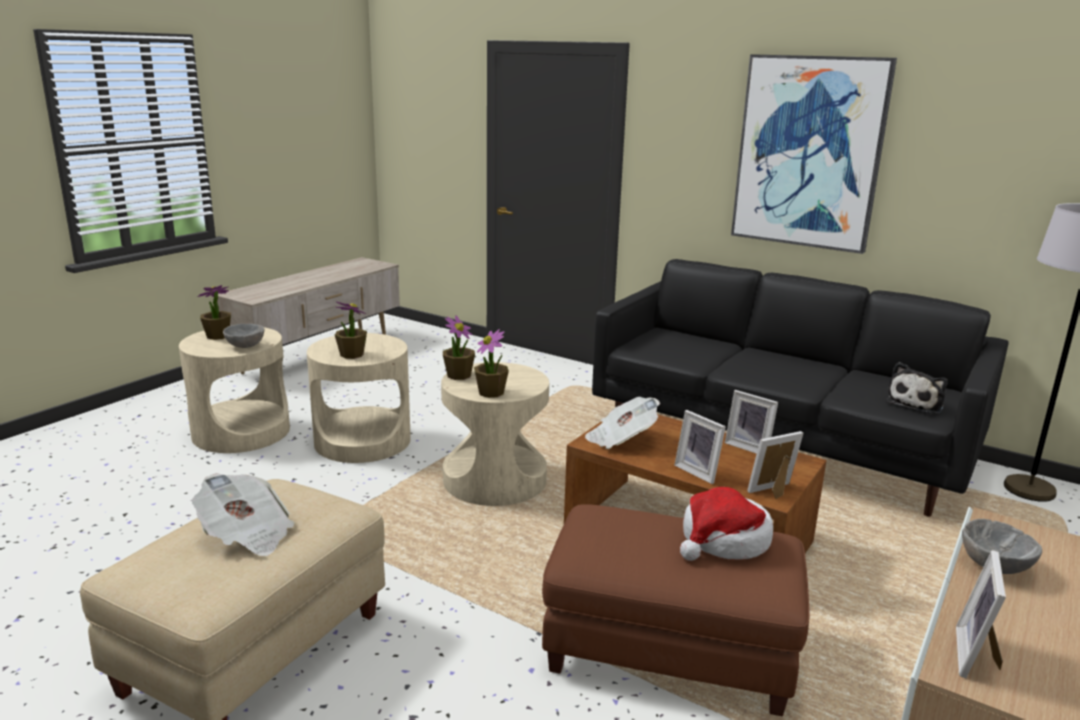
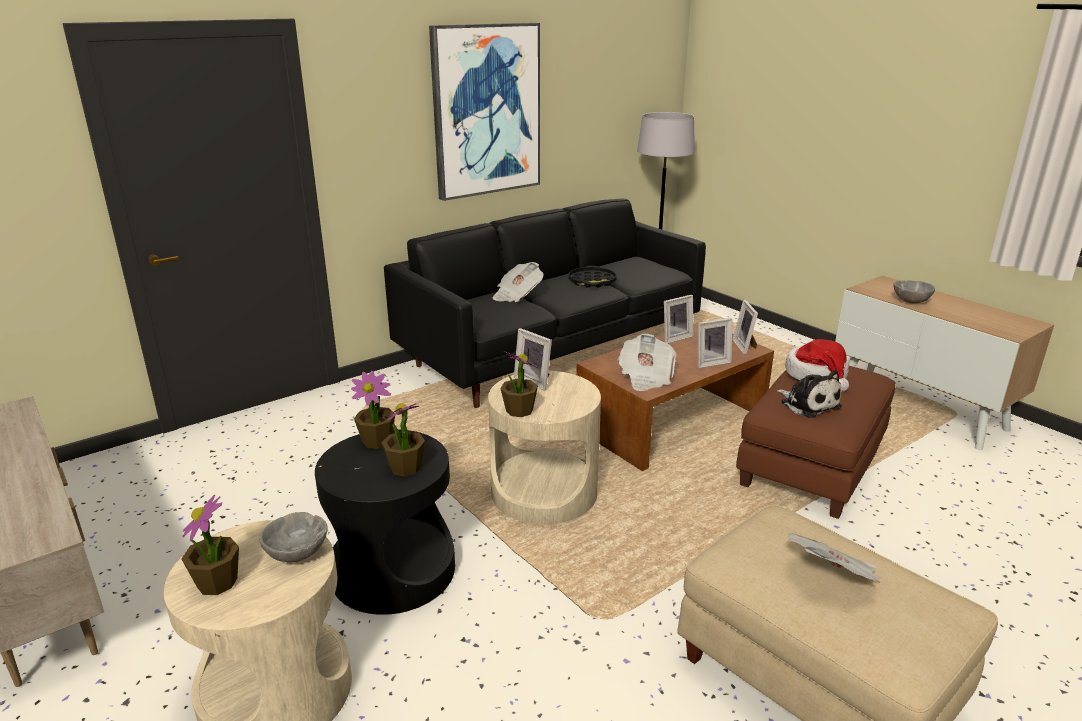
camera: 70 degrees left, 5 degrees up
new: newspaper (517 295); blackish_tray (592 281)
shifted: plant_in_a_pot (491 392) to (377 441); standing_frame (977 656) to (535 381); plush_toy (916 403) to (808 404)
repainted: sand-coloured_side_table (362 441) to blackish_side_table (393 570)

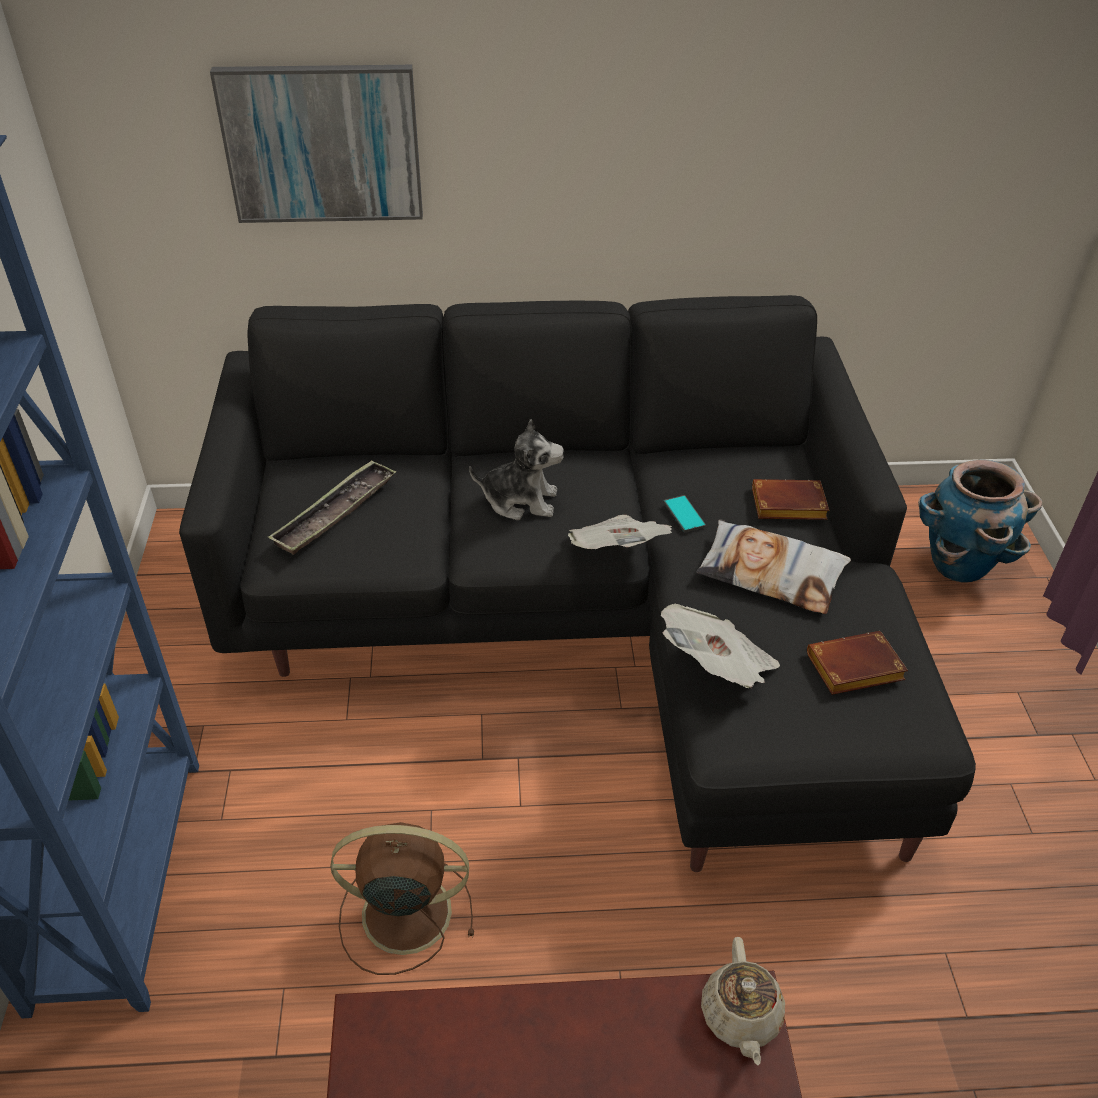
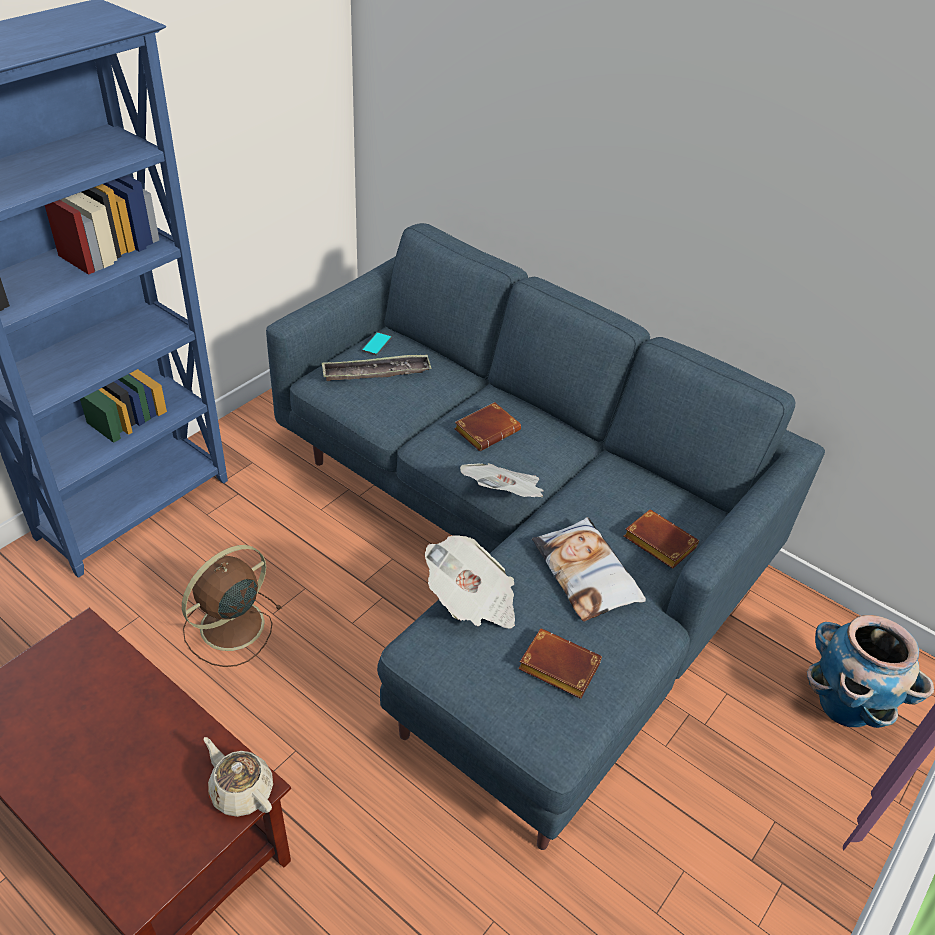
camera: 40 degrees right, 0 degrees up
gone: wall_picture (322 144)
shifted: phone (684 514) to (376 344)
swapped: plush_toy (520 500) to brownish_volume (487 430)
repainted: blackish_settee (586 625) to blue_settee (515 554)
rotated: brownish_electric_fan (402 913) = (229 627) 90 degrees counterclockwise; sand-coloured_teapot (740 1017) = (241 790) 90 degrees clockwise

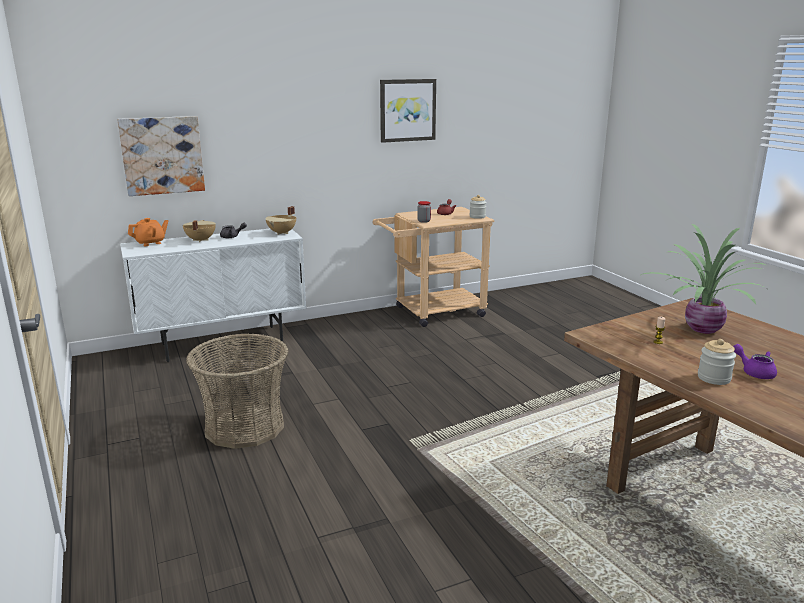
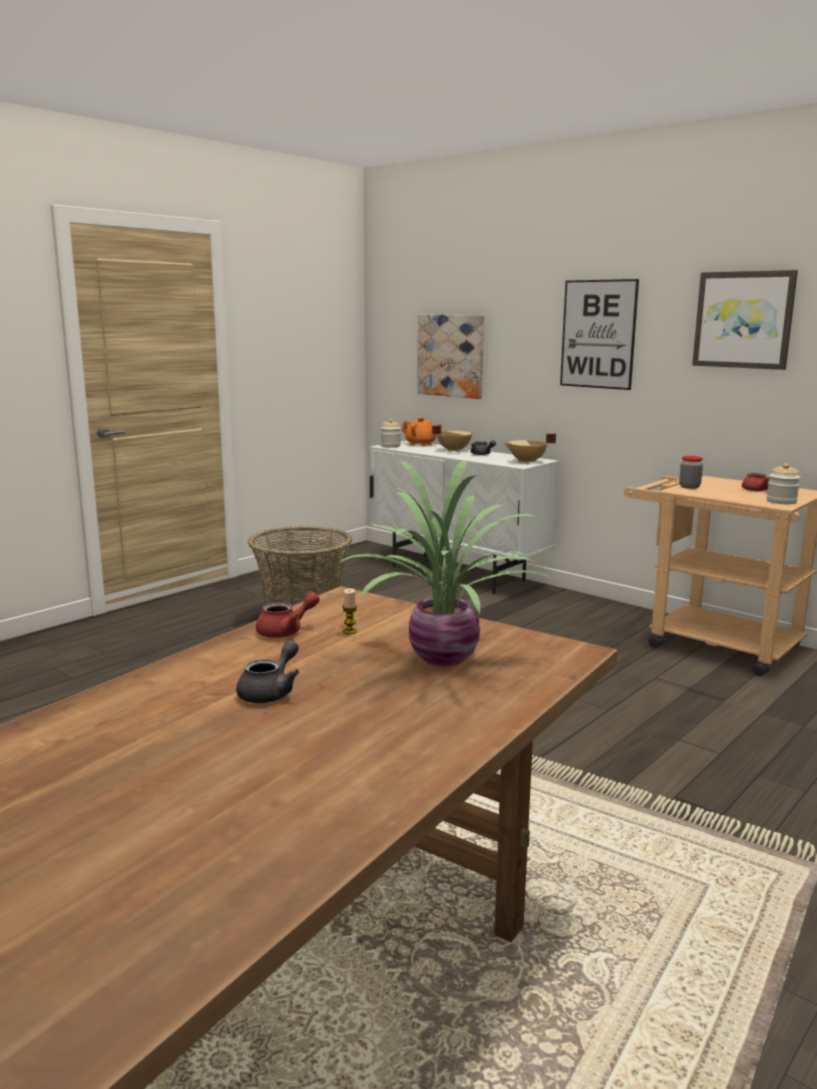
camera: 65 degrees right, 5 degrees down
new: red_teapot (286 631); wall_picture (598 334)
shifted: preserve_jar (714 378) to (390 446)
repainted: purplish_teapot (754 372) to gray_teapot (271 692)

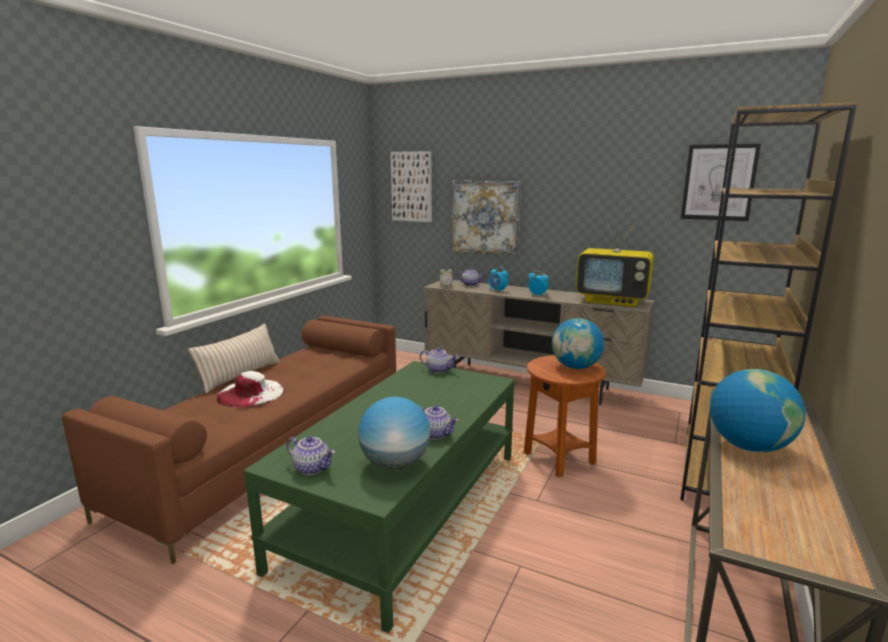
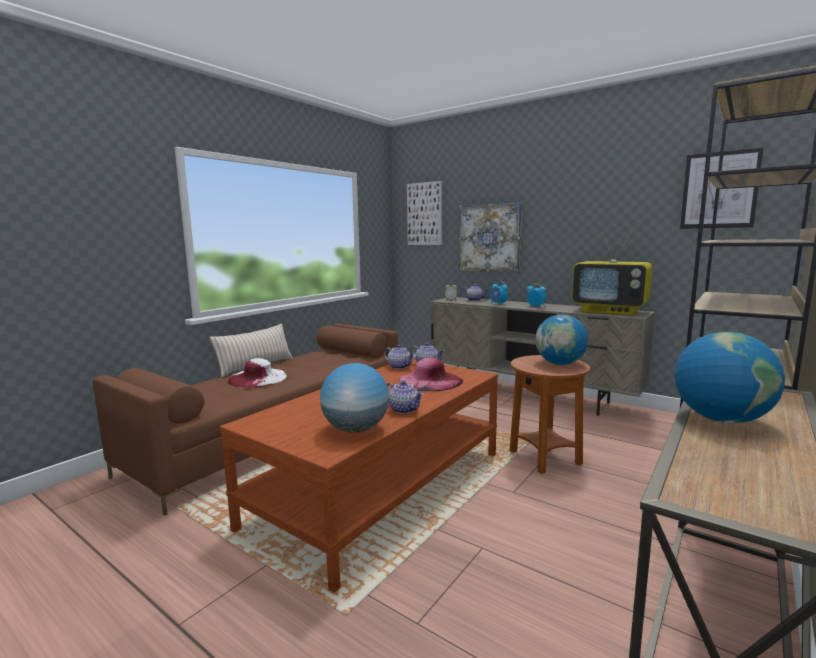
camera: 10 degrees right, 5 degrees down
new: pinkish_wearable_hat (430 380)
shifted: teapot (312 468) to (400 367)
repainted: green_coffee_table (405 507) to brownish_coffee_table (382 487)

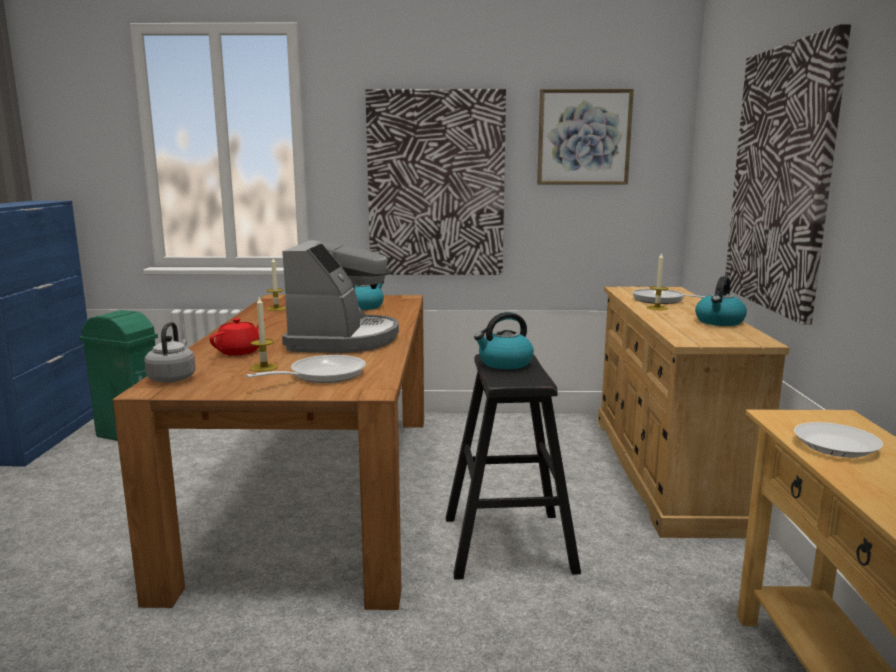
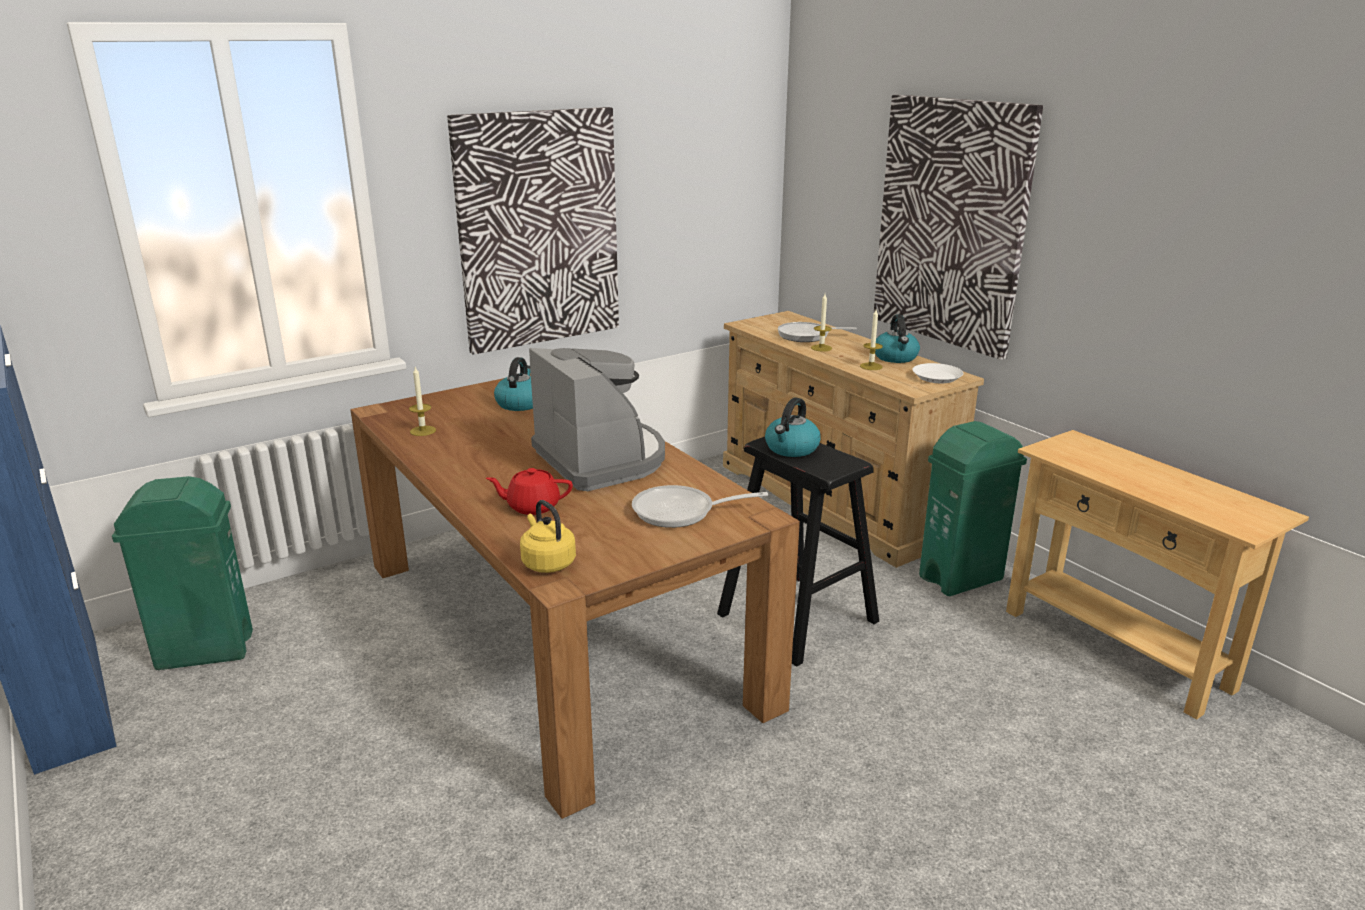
camera: 35 degrees left, 10 degrees up
gone: wall_picture (584 137)
new: green_waste_bin (962 578)
shifted: wax_light (264 367) to (871 366); white_dinner_plate (836 446) to (937 377)
repainted: gray_tea_kettle (173 378) to yellowish_tea_kettle (547 562)
rotated: red_teapot (240 351) = (532 506) 90 degrees counterclockwise; frying_pan (321 375) = (681 512) 105 degrees counterclockwise

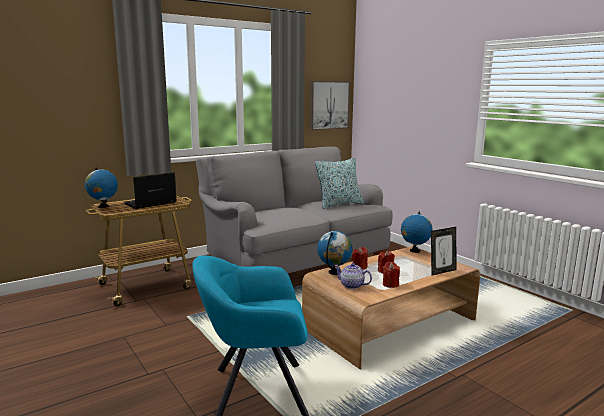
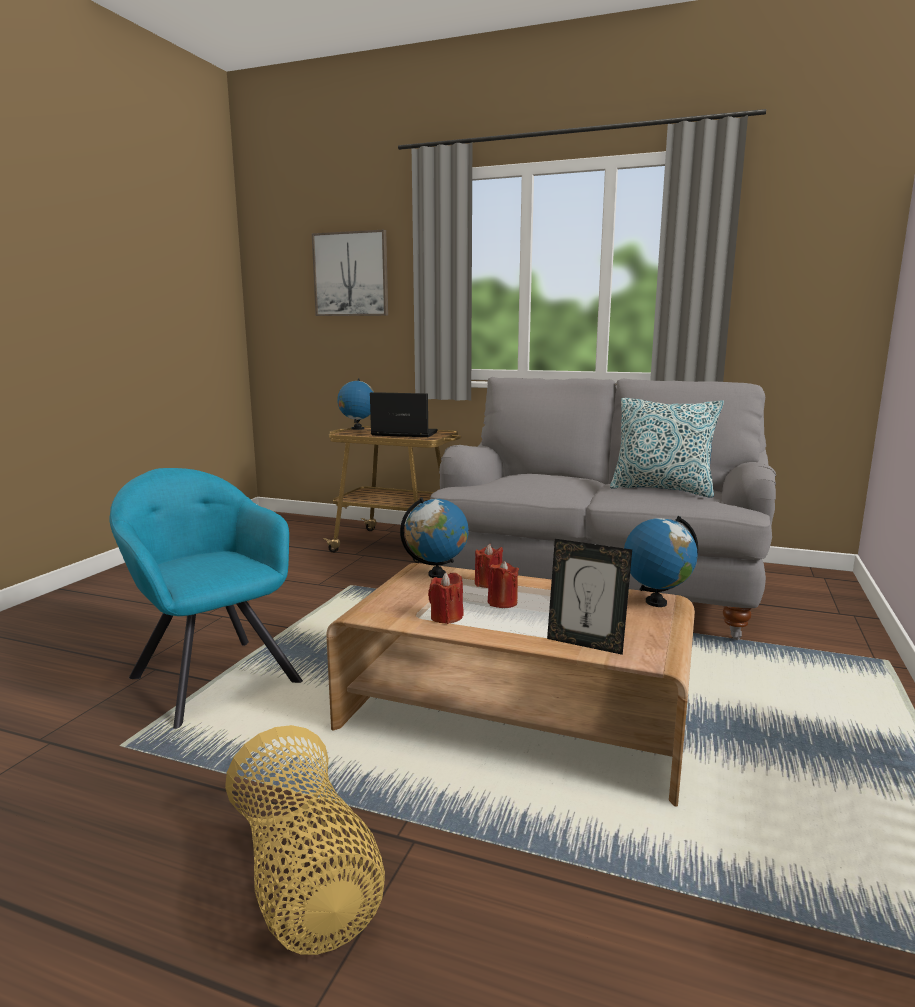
camera: 55 degrees right, 0 degrees up
gone: teapot (352 285)
new: household_basket (305 881)
shifted: wall_picture (329 105) to (351 274)

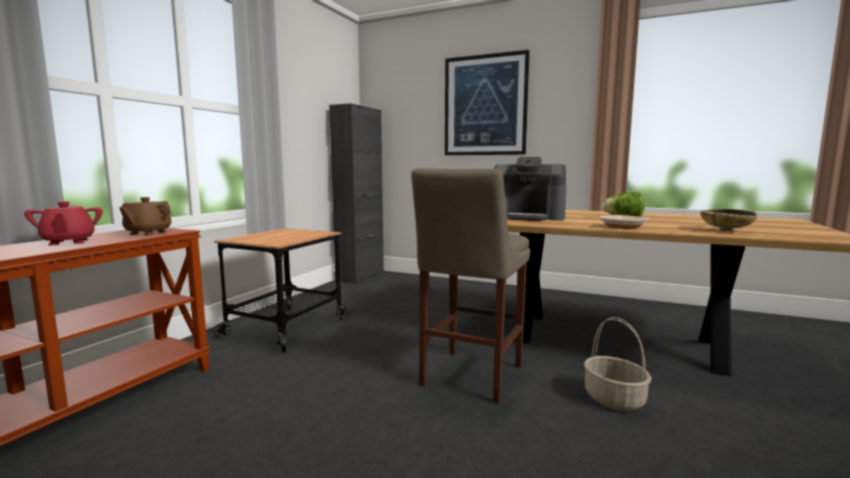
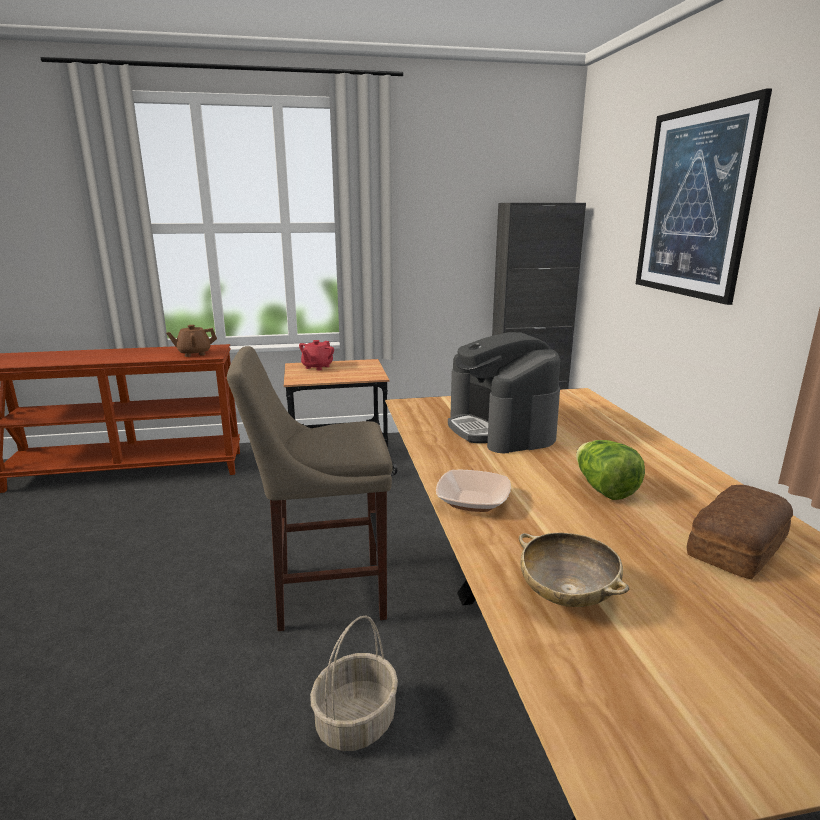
camera: 55 degrees right, 10 degrees up
new: baked_bread (734 546)
shifted: red_teapot (68 242) to (317 367)

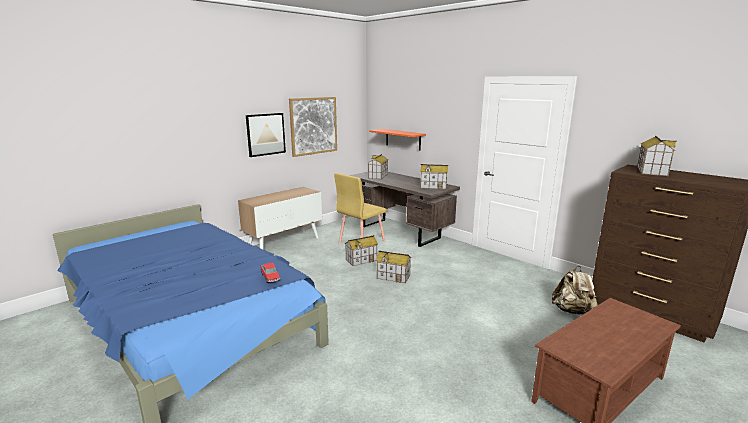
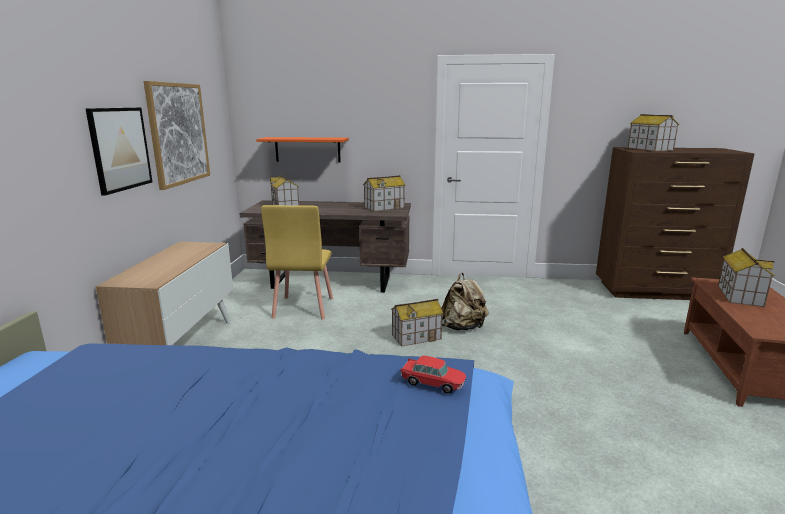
camera: 40 degrees left, 0 degrees up
shifted: sand-coloured_rucksack (572 311) to (463 327); toy_house (361 260) to (739 295)

